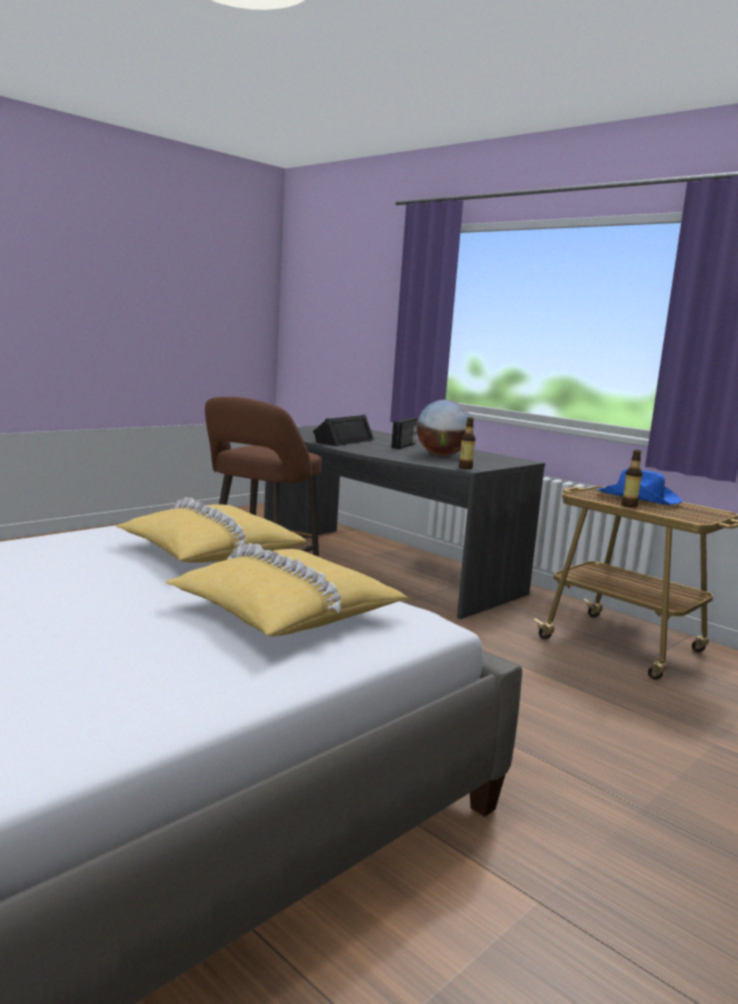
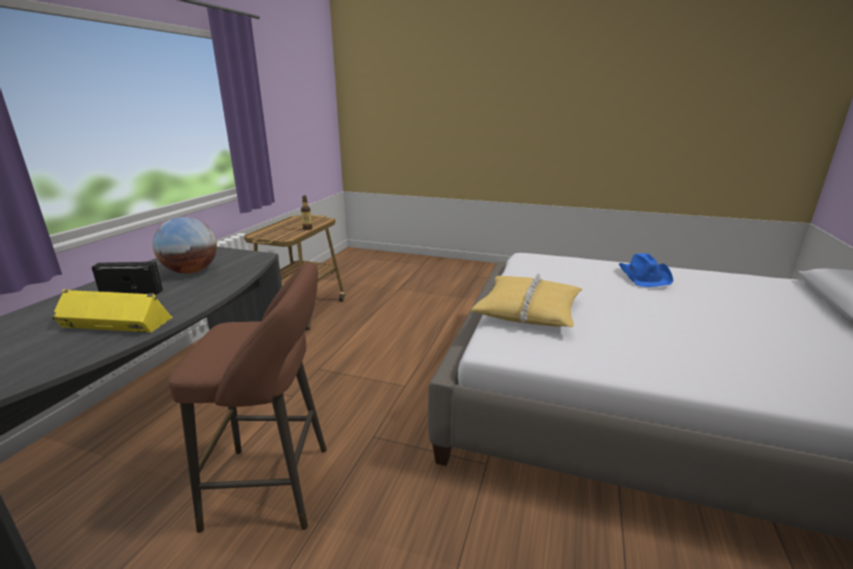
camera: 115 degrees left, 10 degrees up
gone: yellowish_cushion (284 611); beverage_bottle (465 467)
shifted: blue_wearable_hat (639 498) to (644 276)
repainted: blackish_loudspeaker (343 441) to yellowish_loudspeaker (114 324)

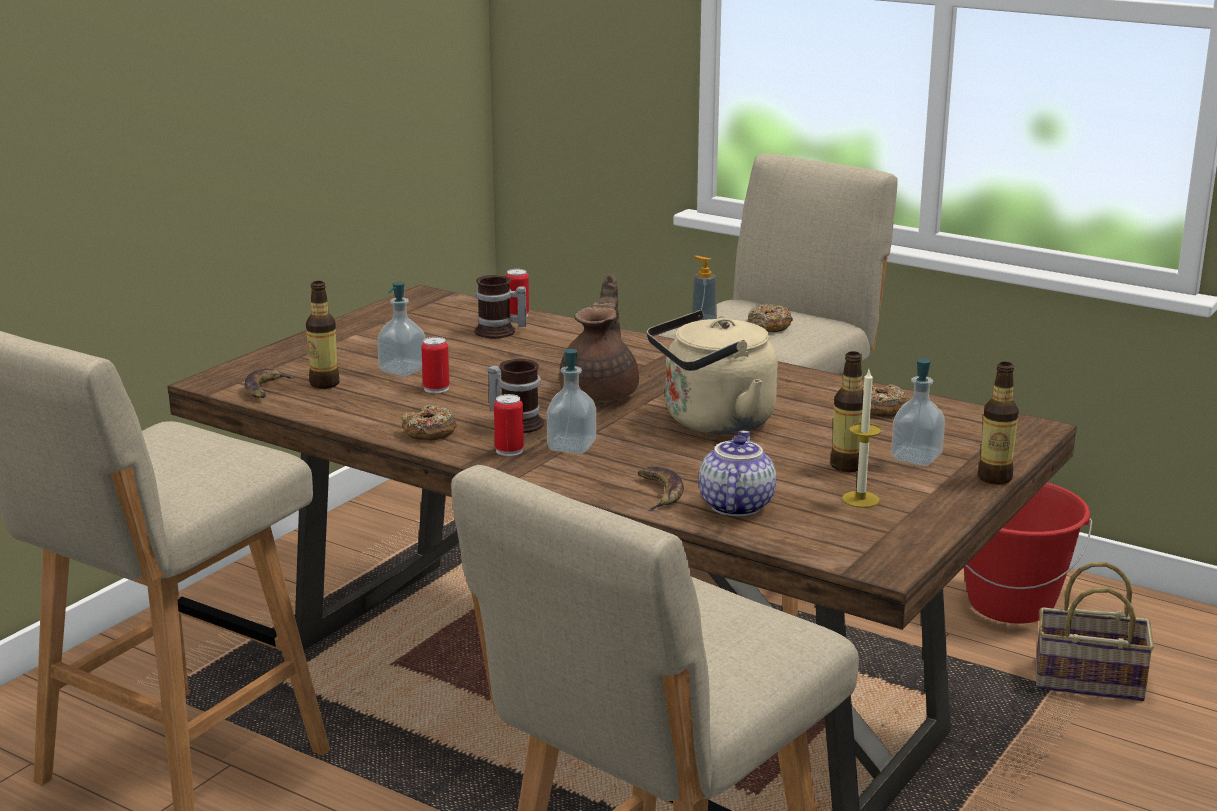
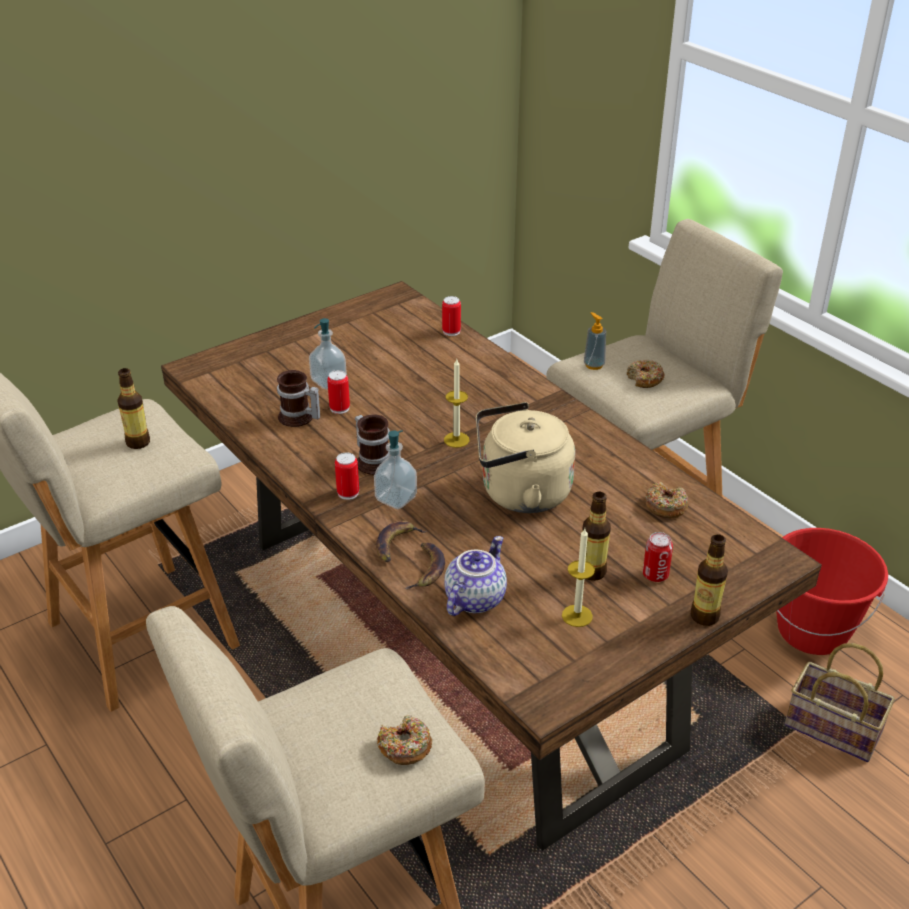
camera: 20 degrees right, 15 degrees up
shifted: beverage_bottle (324 384) to (138 442); mug (499 332) to (298 418); banana_fruit (266 389) to (396 544); ring_doughnut (429 432) to (405 747)
swapped: brownish_teapot (601 393) to wax_light (456 440); soap_bottle (916 458) to can (655 575)

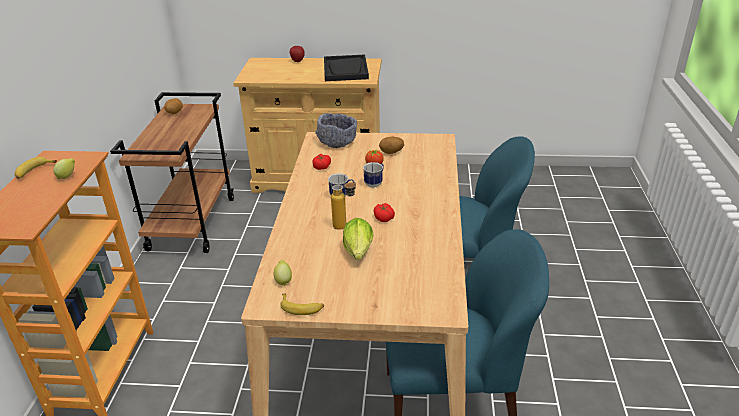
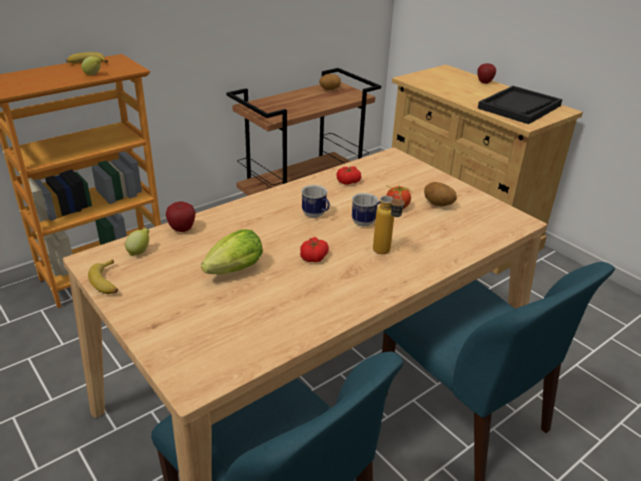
camera: 45 degrees right, 0 degrees up
gone: gray_serving_bowl (337 142)
new: apple_fruit (182 229)
shifted: beverage_bottle (345 226) to (385 253)

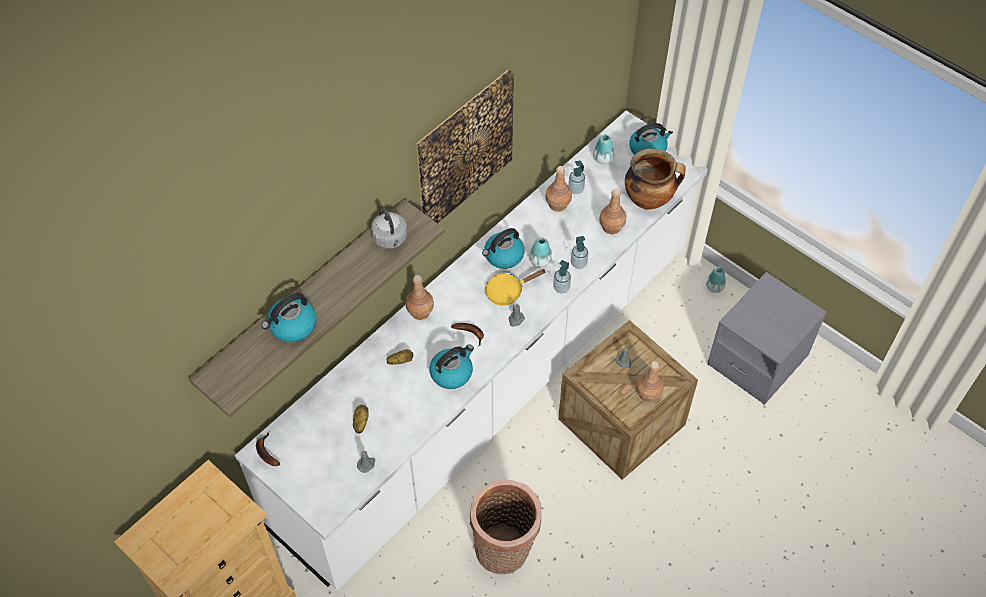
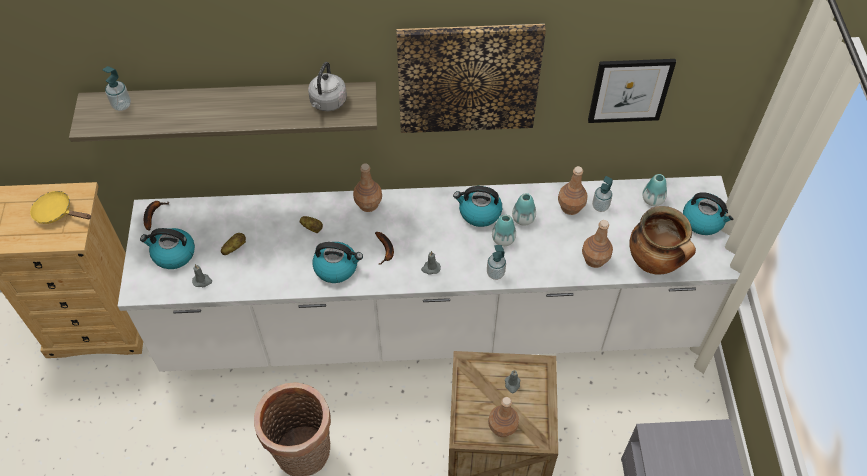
camera: 45 degrees right, 0 degrees up
new: wall_picture (630 90)
shifted: yellowish_frying_pan (508 291) to (57 213); soap_bottle (578 263) to (122 105); tea_kettle (292 326) to (173 254); flower_vase (714 287) to (523 219)

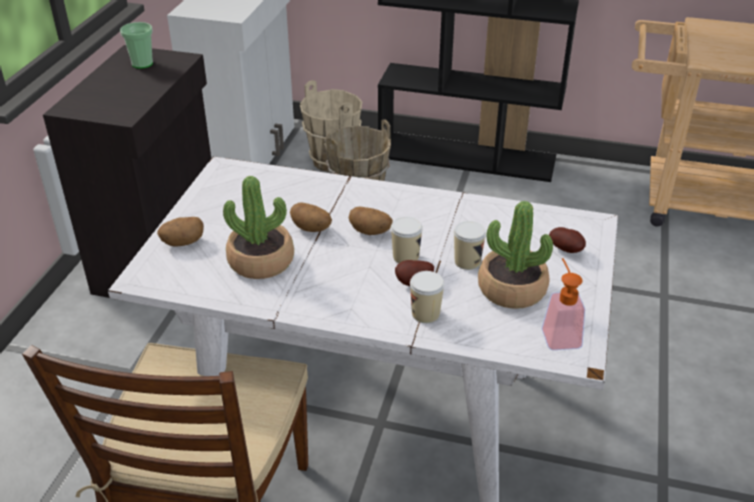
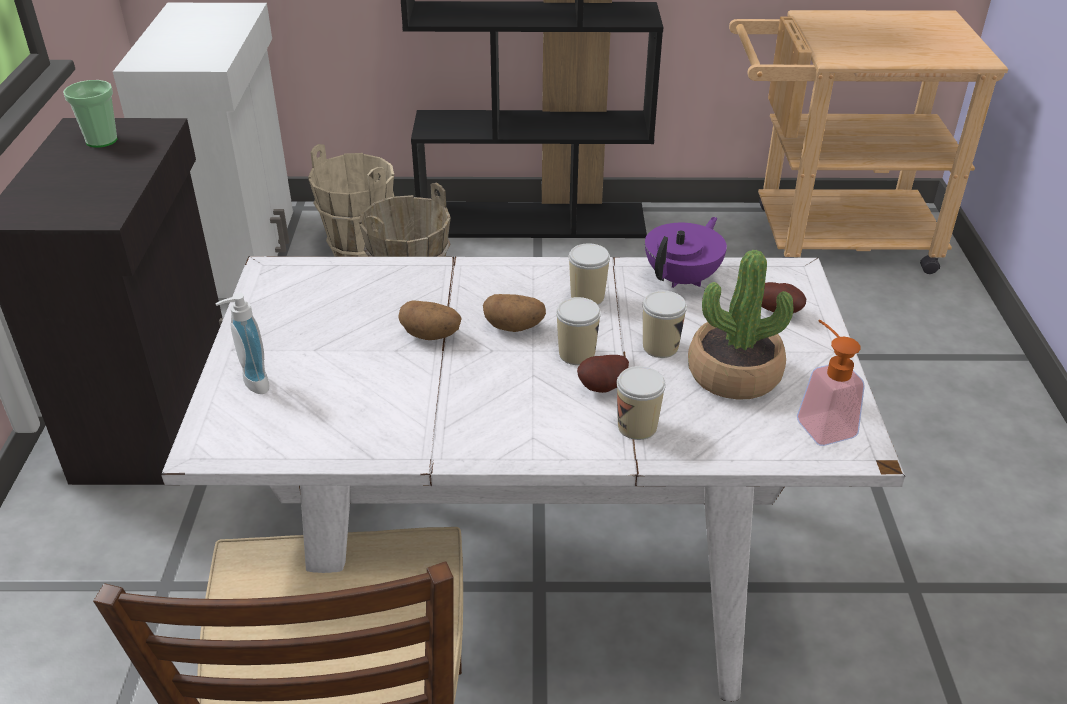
camera: 15 degrees left, 0 degrees up
gone: plant_in_a_pot (261 261)
new: cup (587 297); purplish_teapot (683 278)
swapped: potato (182 242) to soap_bottle (251 384)

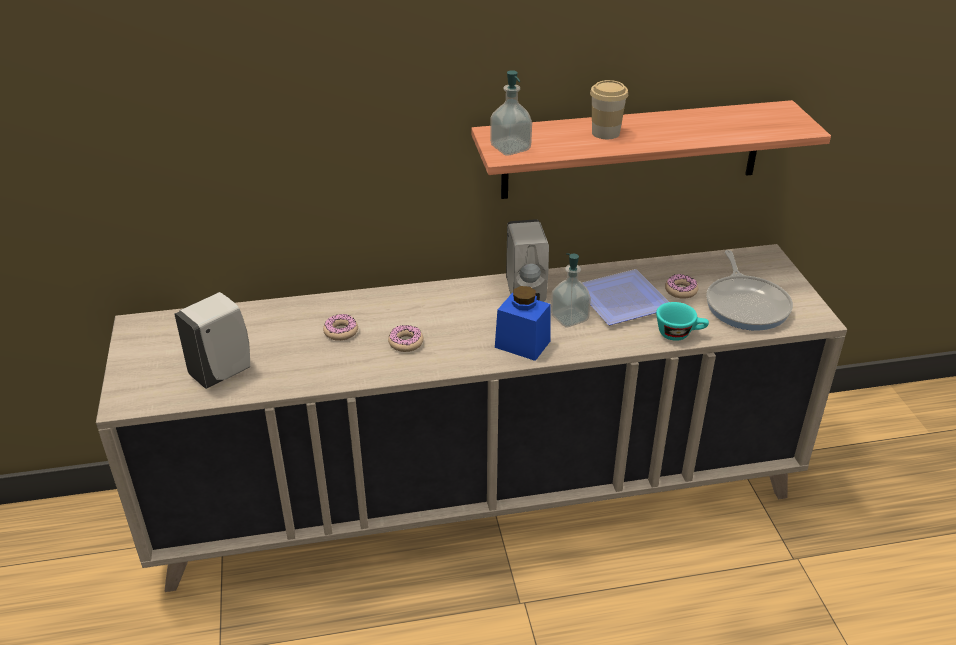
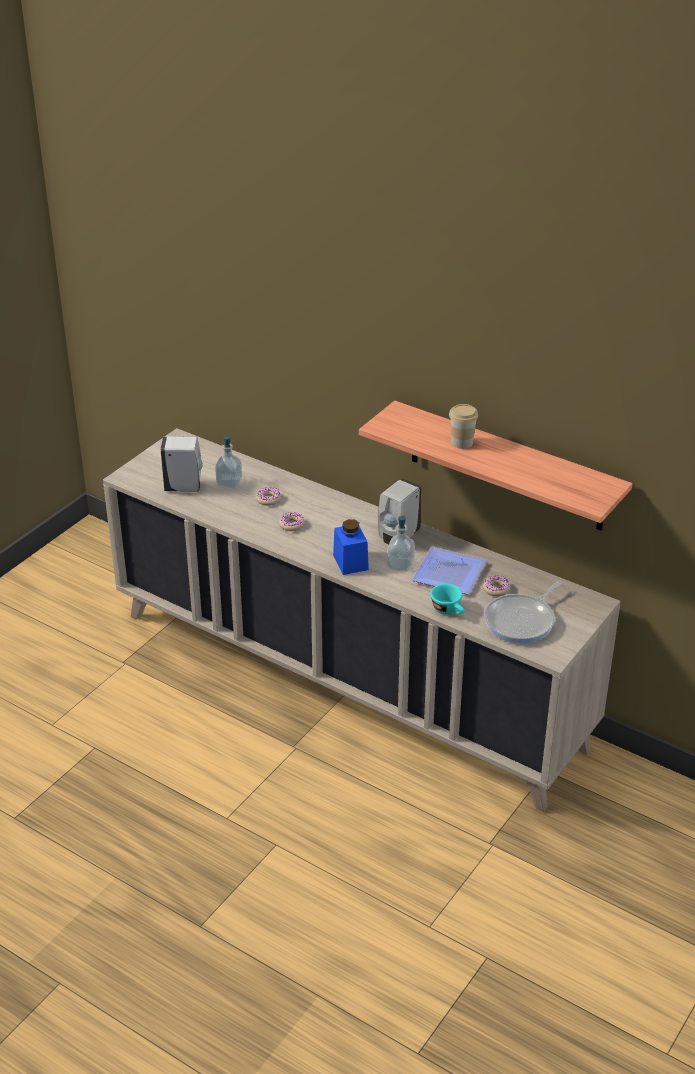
camera: 45 degrees right, 0 degrees up
shifted: soap_bottle (510 148) to (229 482)

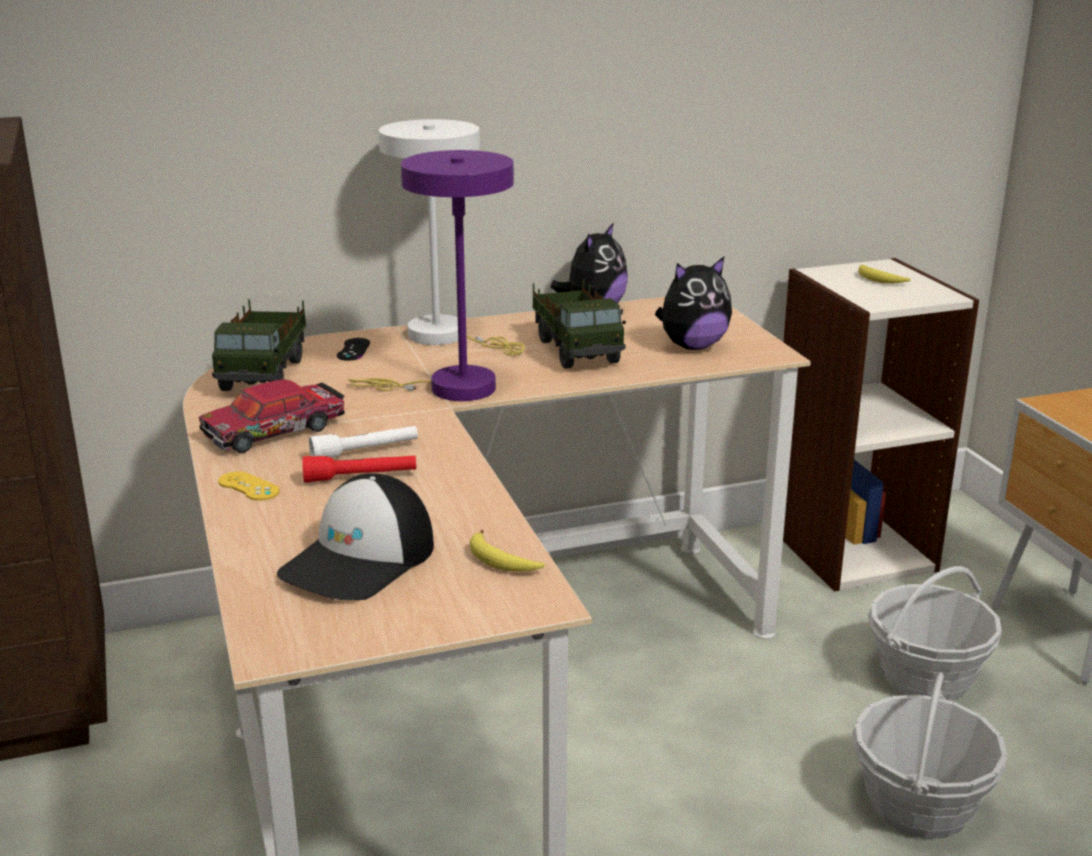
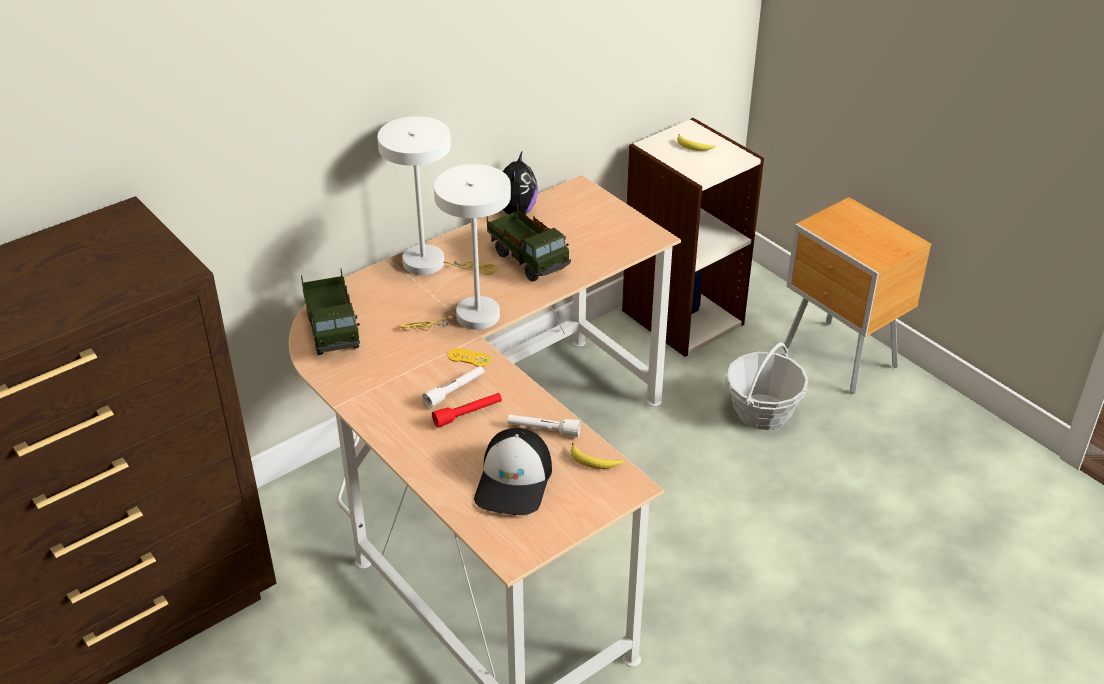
camera: 20 degrees left, 15 degrees up
gone: model_car (275 431); blackish_gamepad (353 350); plush_toy (692 346); household_basket (919 806)
new: white_torch (543 430)
shifted: yellowish_gamepad (248 486) to (469 358)
repainted: purplish_table_lamp (450 389) to white_table_lamp (469 318)

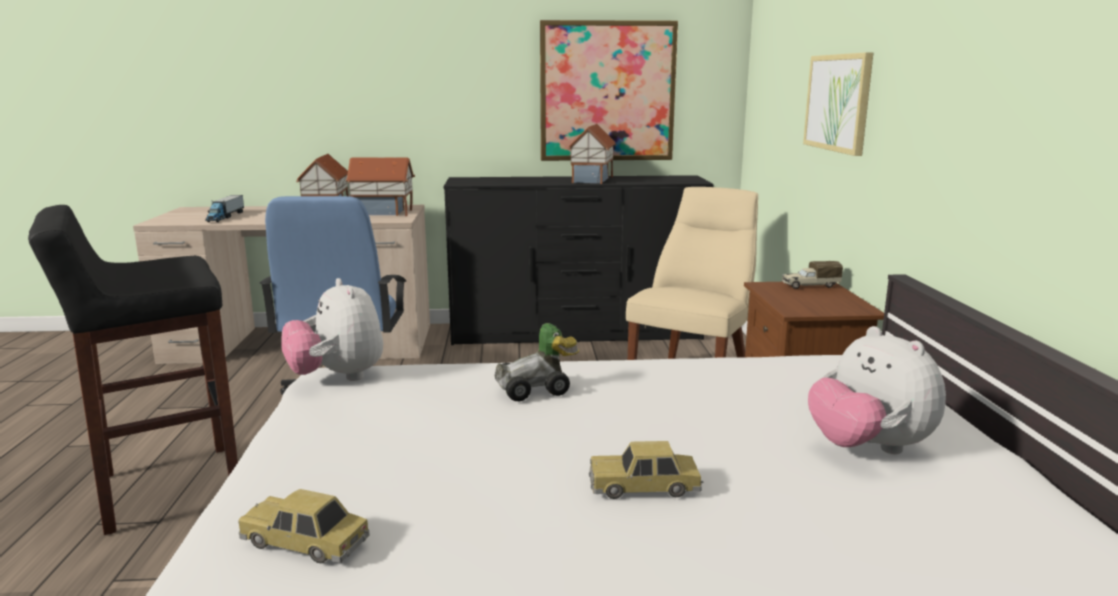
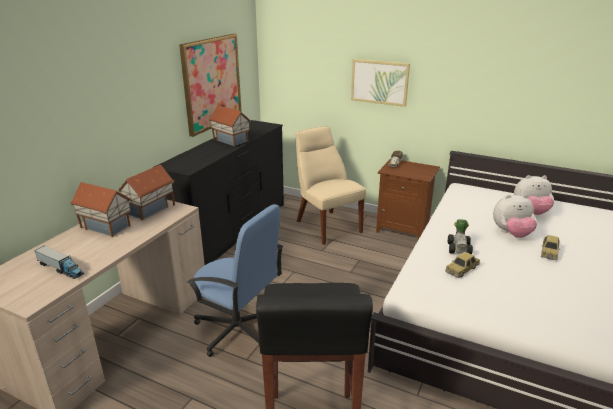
camera: 60 degrees left, 10 degrees up
shifted: model_car (305 543) to (462 269); plush_toy (338 377) to (511 234)

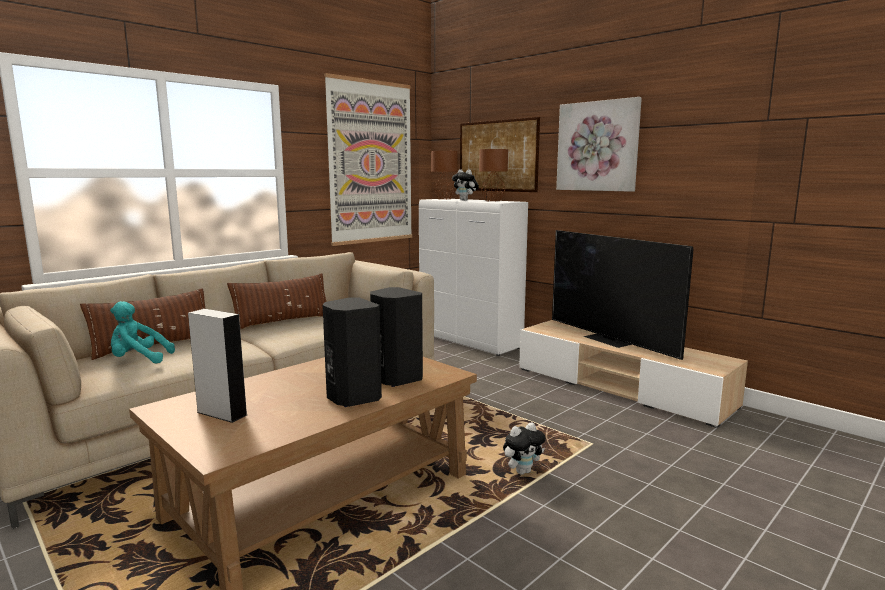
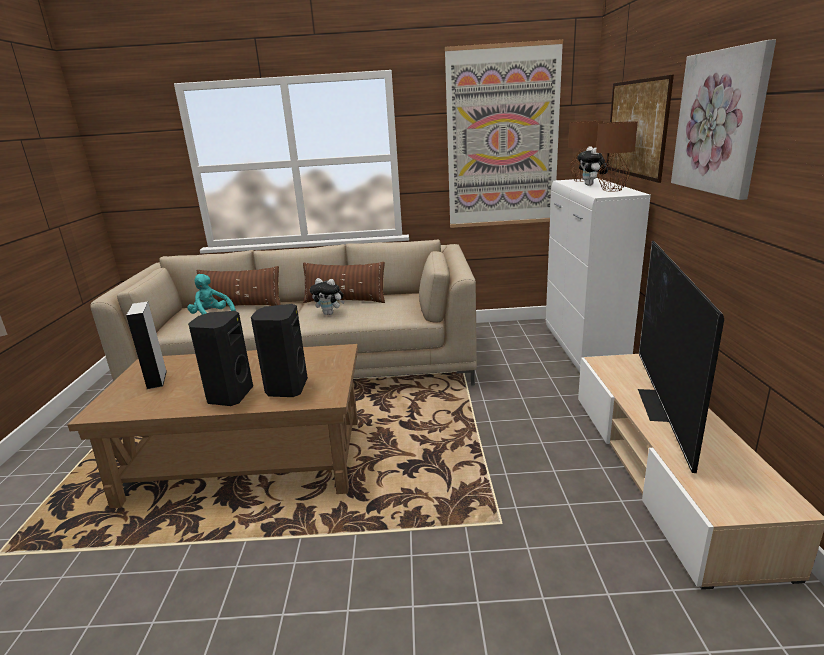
camera: 45 degrees right, 10 degrees up
shifted: plush_toy (522 471) to (330 313)

